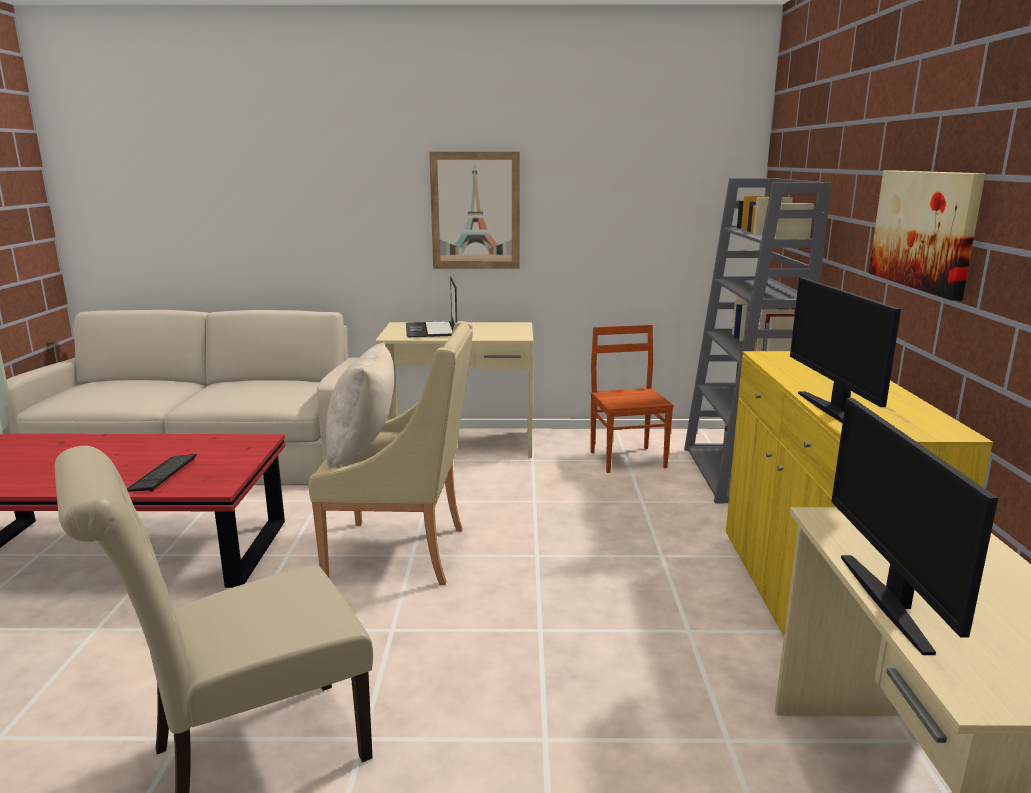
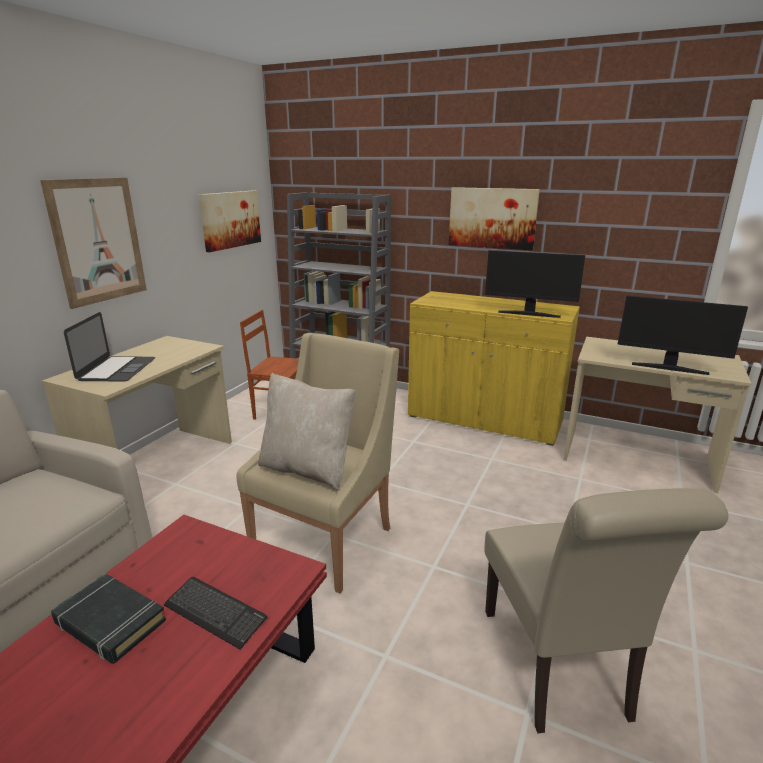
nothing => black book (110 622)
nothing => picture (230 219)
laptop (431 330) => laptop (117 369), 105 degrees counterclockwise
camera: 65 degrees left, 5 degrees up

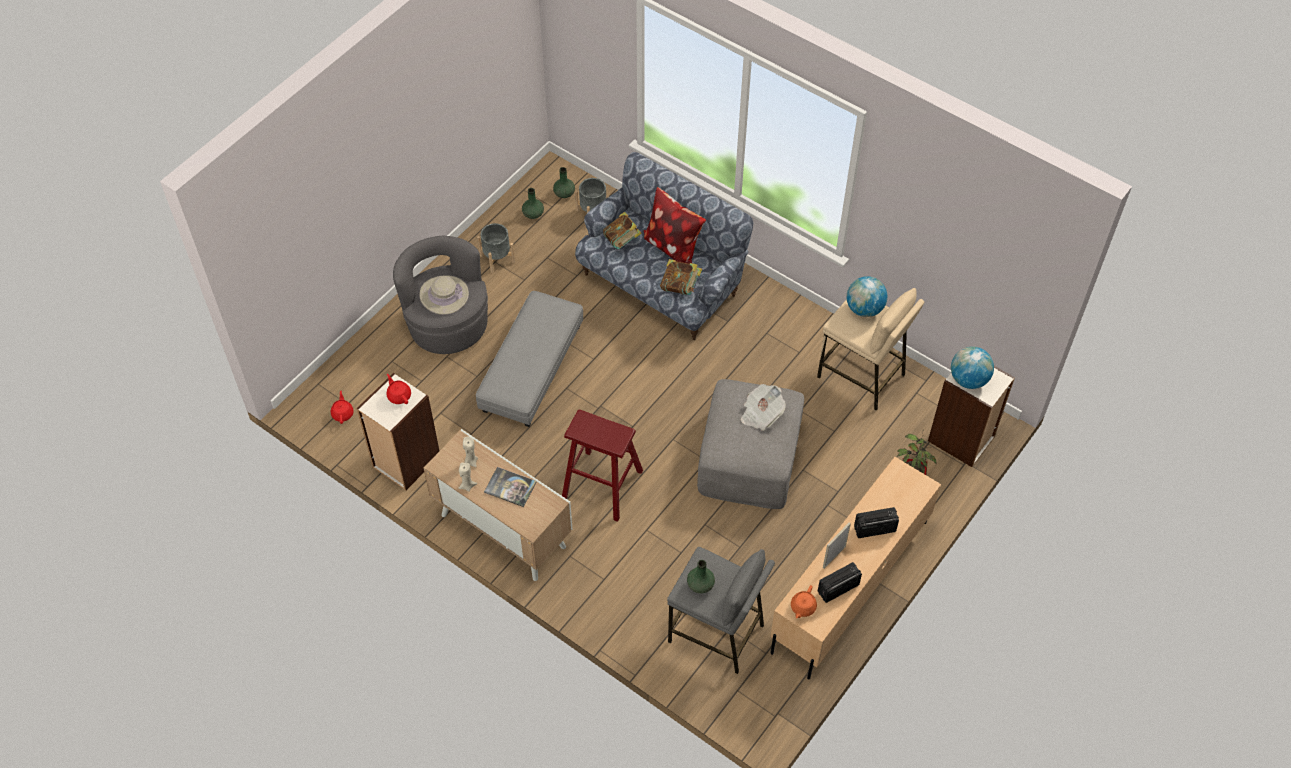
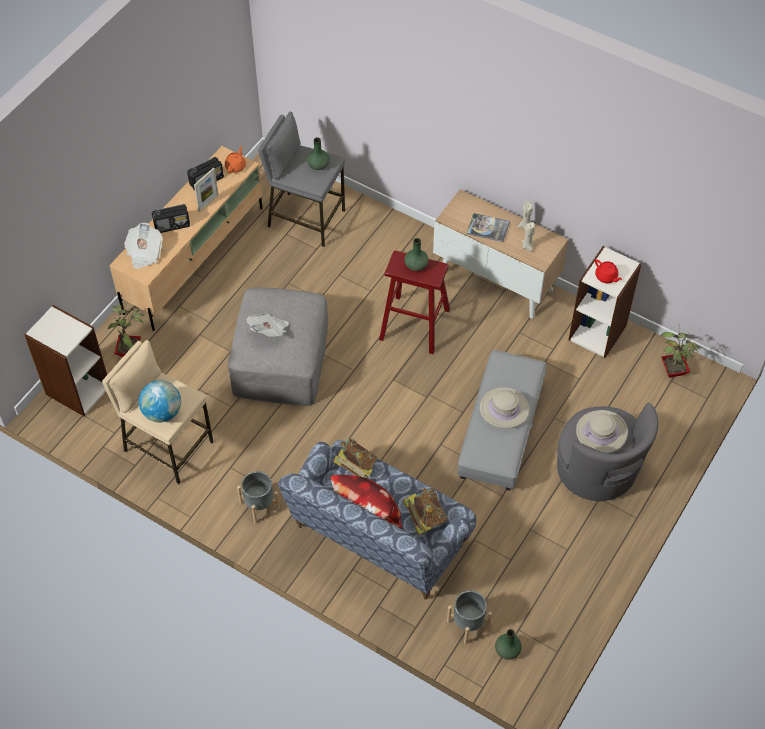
globe (968 379) => nothing
nothing => newspaper (144 253)
nothing => beige hat (504 409)
grey planter (497 258) => grey planter (259 505), relocated
green vase (533 214) => green vase (416 265), relocated
red teapot (343 413) => potted plant (672 371)
camera: 175 degrees right, 0 degrees up

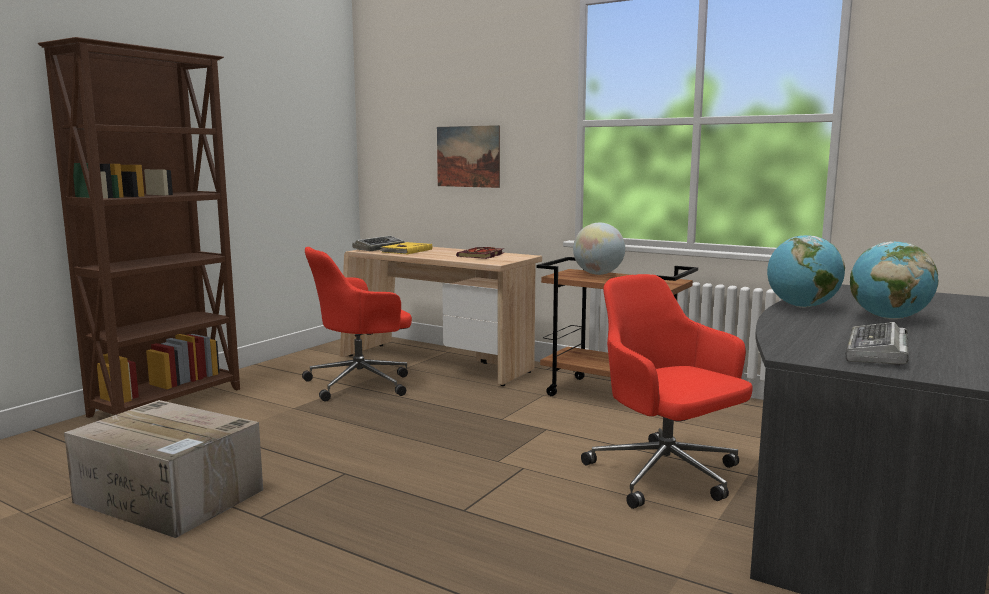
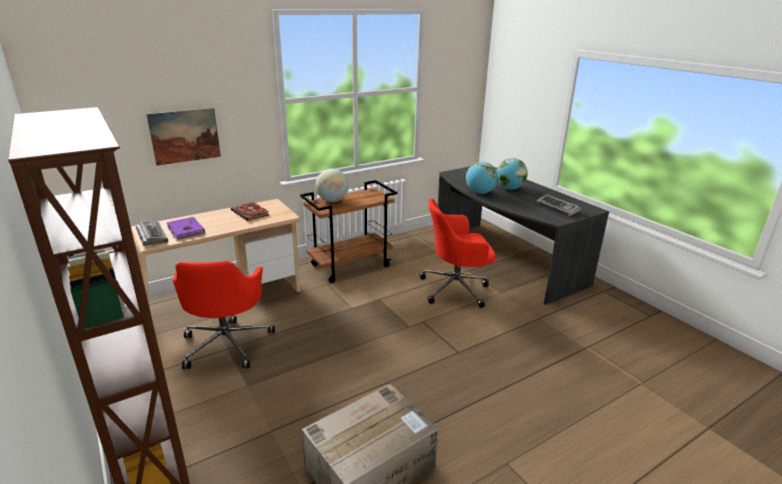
yellow book (406 251) => purple book (185 230)
camera: 65 degrees left, 15 degrees up

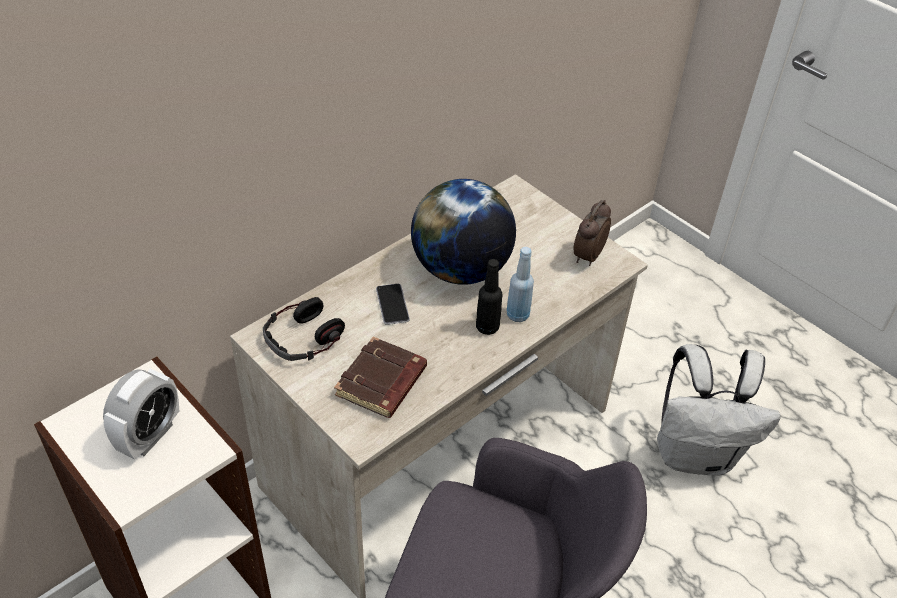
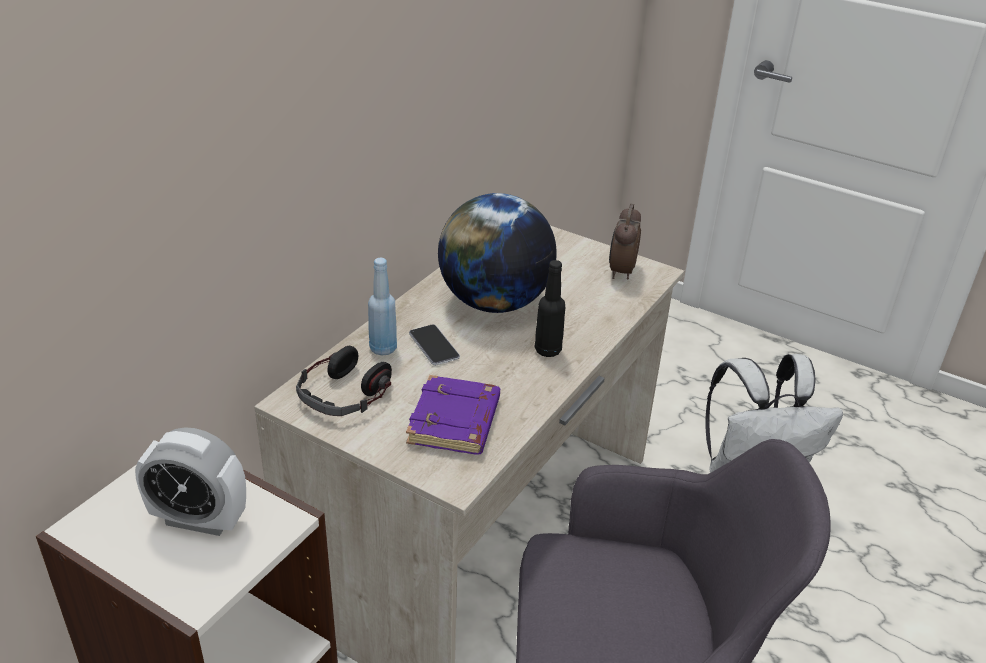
blue bottle (517 315) => blue bottle (383 348), relocated
brown book (382 383) => purple book (455 422)
alarm clock (149 436) => alarm clock (199 520), 90 degrees clockwise
camera: 15 degrees left, 10 degrees down

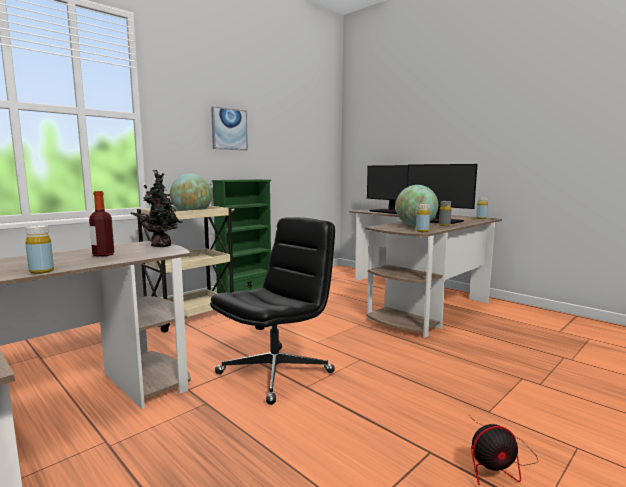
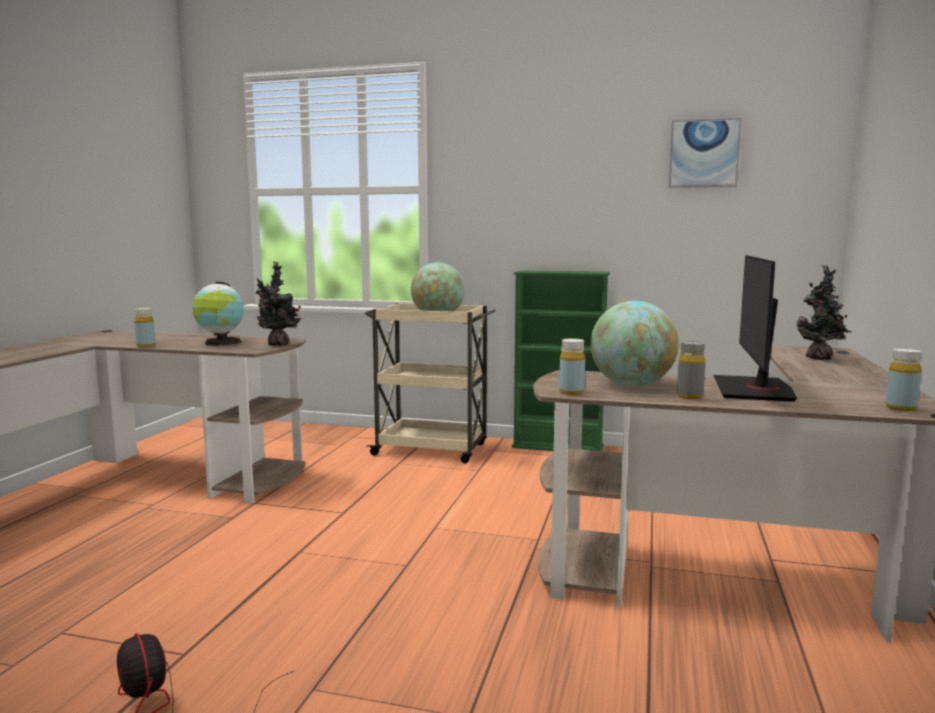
black office chair (276 372) => nothing
picture (229 129) => picture (704 153), relocated
bottle (103 254) => globe (221 343)
monitor (390 212) => potted plant (821 359)
camera: 60 degrees right, 0 degrees up

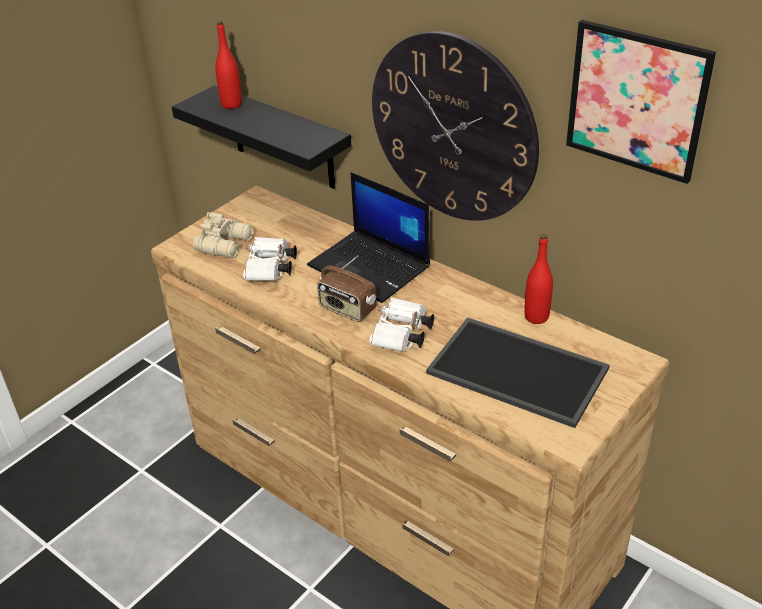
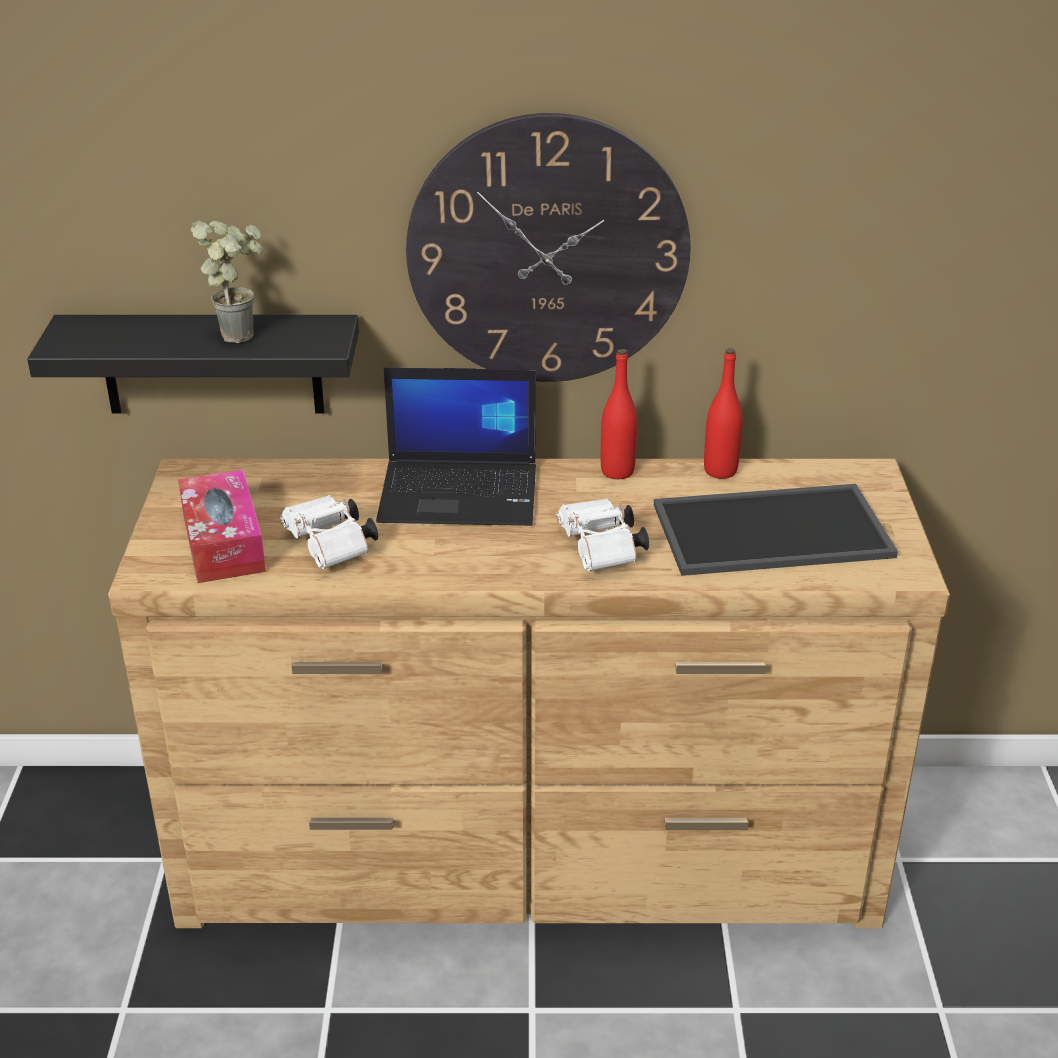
radio (347 309) => nothing
picture (636 101) => nothing
nothing => potted plant (241 332)
red bottle (231 104) => red bottle (617 471), relocated
beige binoculars (226 244) => tissue box (223 542)
camera: 40 degrees left, 5 degrees down

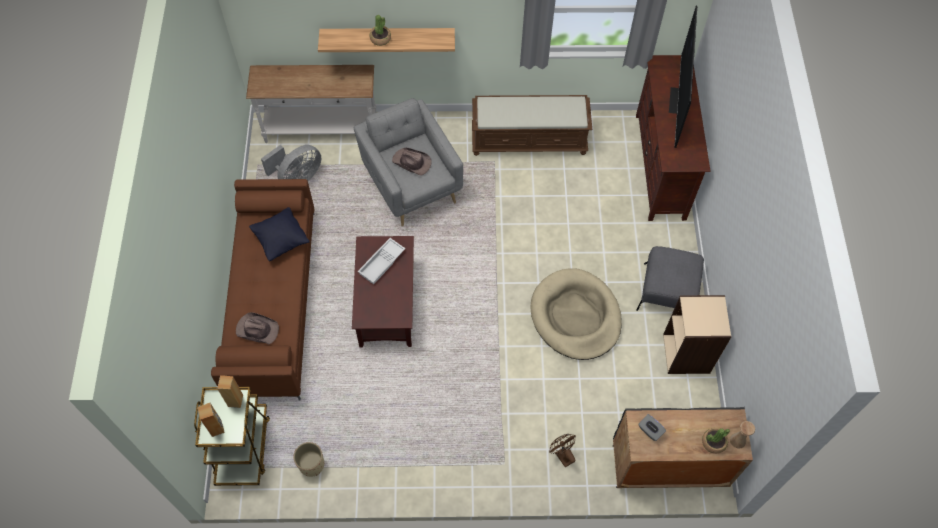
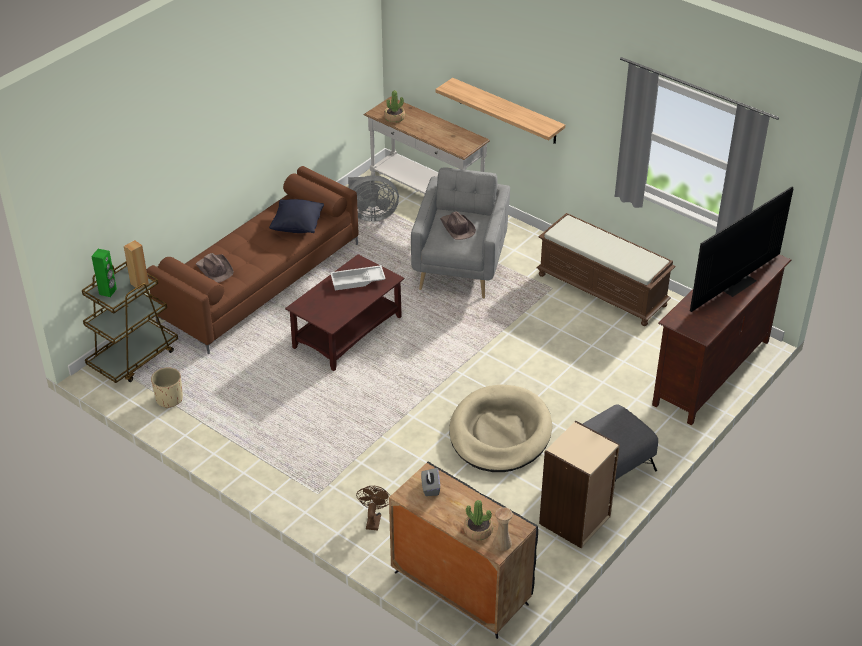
potted plant (380 38) => potted plant (394 118), relocated
brown speaker (217 428) => green speaker (108 291)
camera: 40 degrees right, 20 degrees down

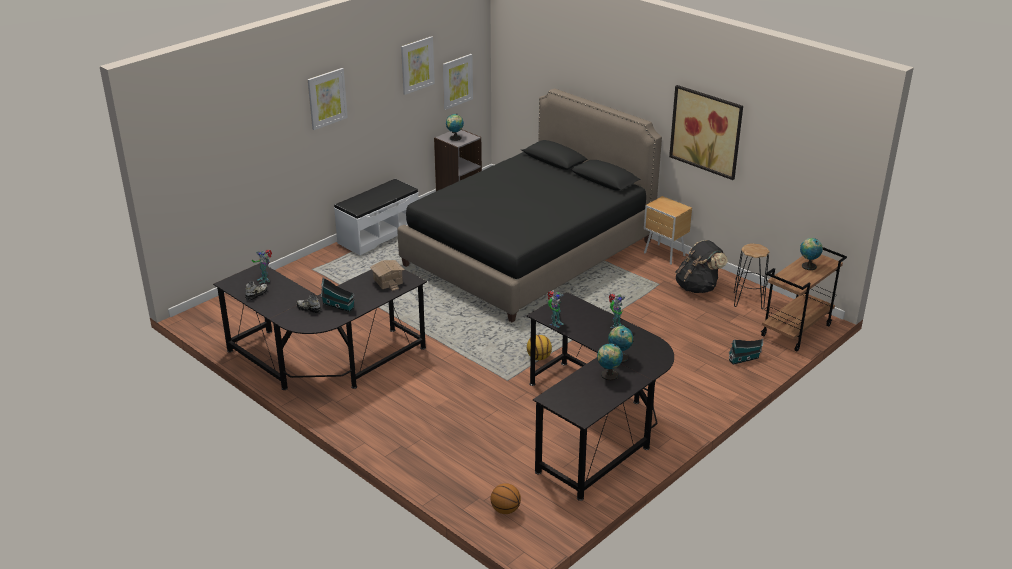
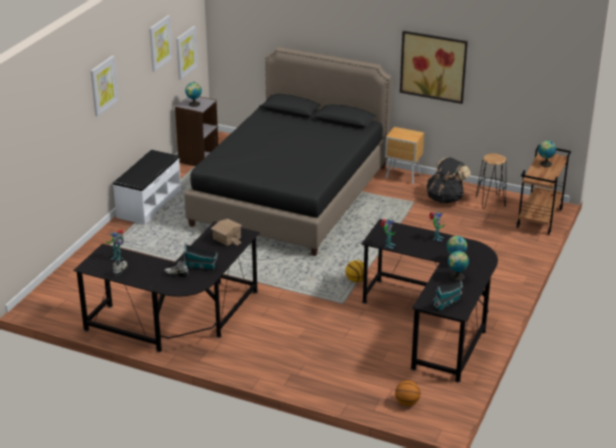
toy house (745 359) => toy house (447 303), relocated
camera: 20 degrees left, 0 degrees up

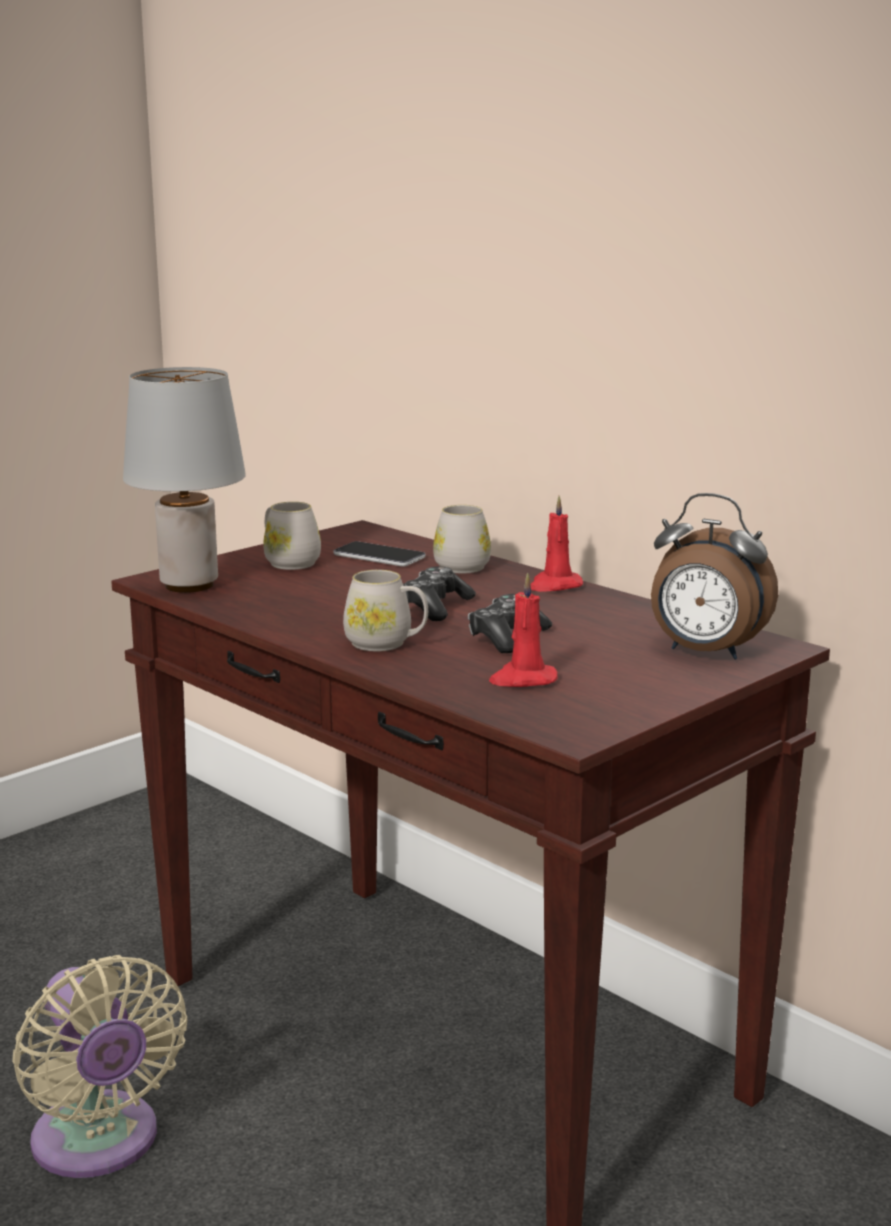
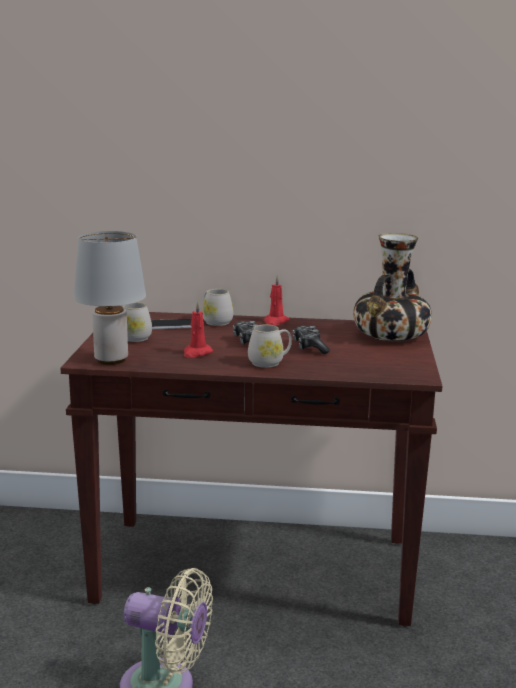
red candle (522 680) => red candle (196 353), relocated
alarm clock (705 653) => vase (391 335)
camera: 40 degrees left, 0 degrees up

